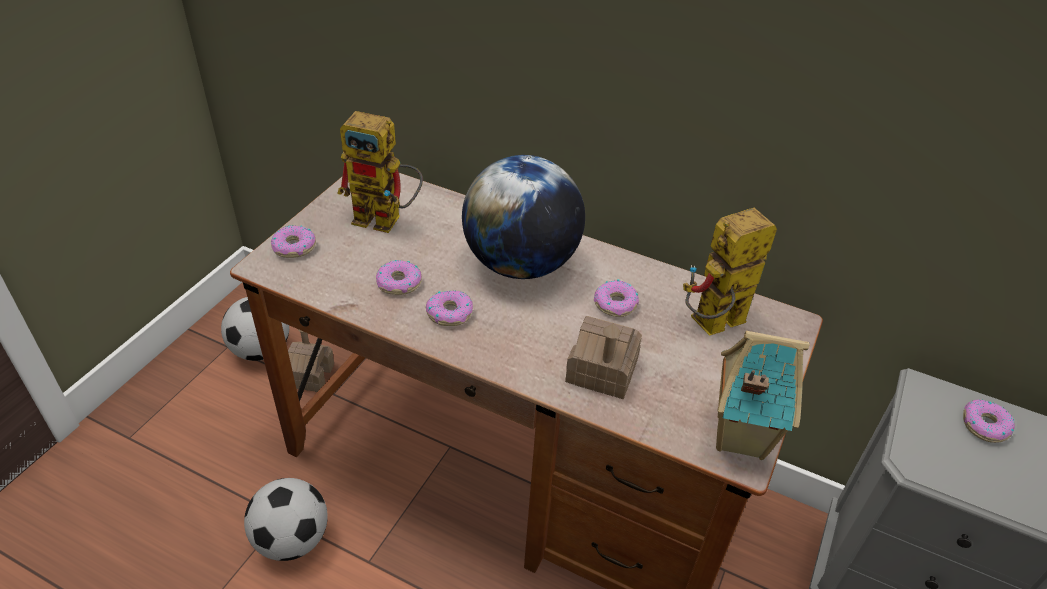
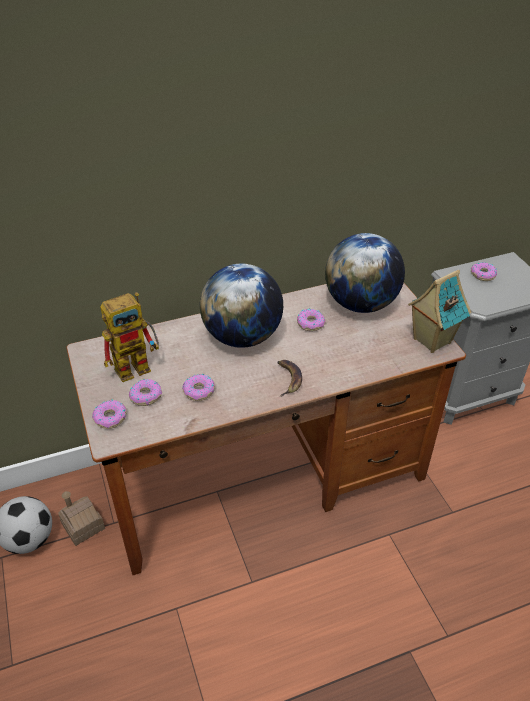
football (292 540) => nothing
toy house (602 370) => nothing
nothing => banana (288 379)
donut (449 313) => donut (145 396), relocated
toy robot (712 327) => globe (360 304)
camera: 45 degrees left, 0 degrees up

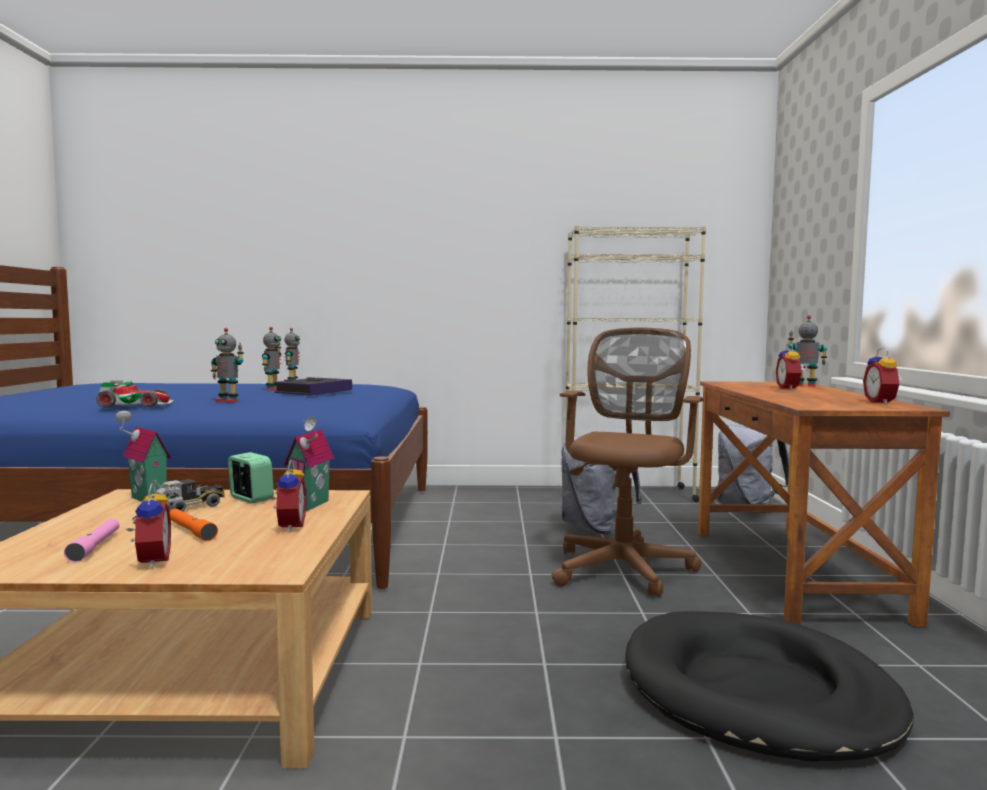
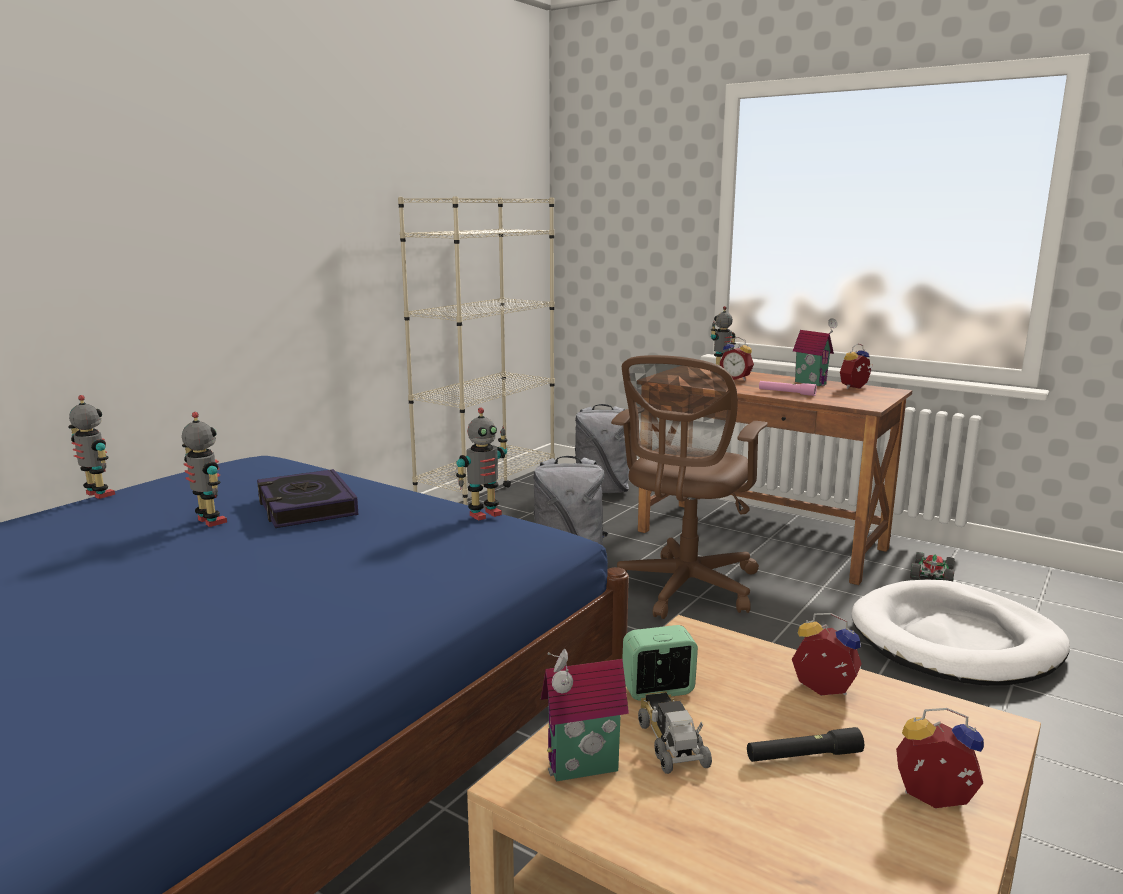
pink flashlight (95 547) => pink flashlight (786 393), relocated
toy car (136 405) => toy car (931 574), relocated
toy robot (227 401) => toy robot (484 514), relocated
toy house (312 505) => toy house (812 383), relocated
orange flashlight (191 531) => black flashlight (803 756)
black dog bed (757 693) => white dog bed (955 640)
brown office chair (624 567) => brown office chair (684 590), 120 degrees counterclockwise
alarm clock (882 402) => alarm clock (856 388), 105 degrees clockwise
camera: 55 degrees left, 10 degrees up

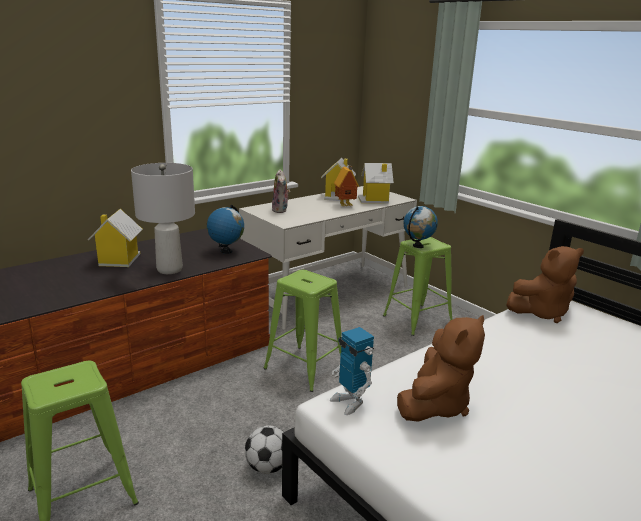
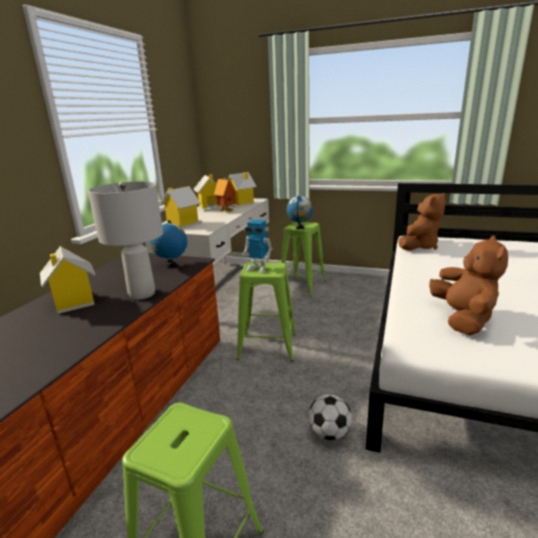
toy robot (350 402) => toy robot (258 268), relocated
plush toy (281 210) => toy house (183 224)
camera: 30 degrees left, 0 degrees up

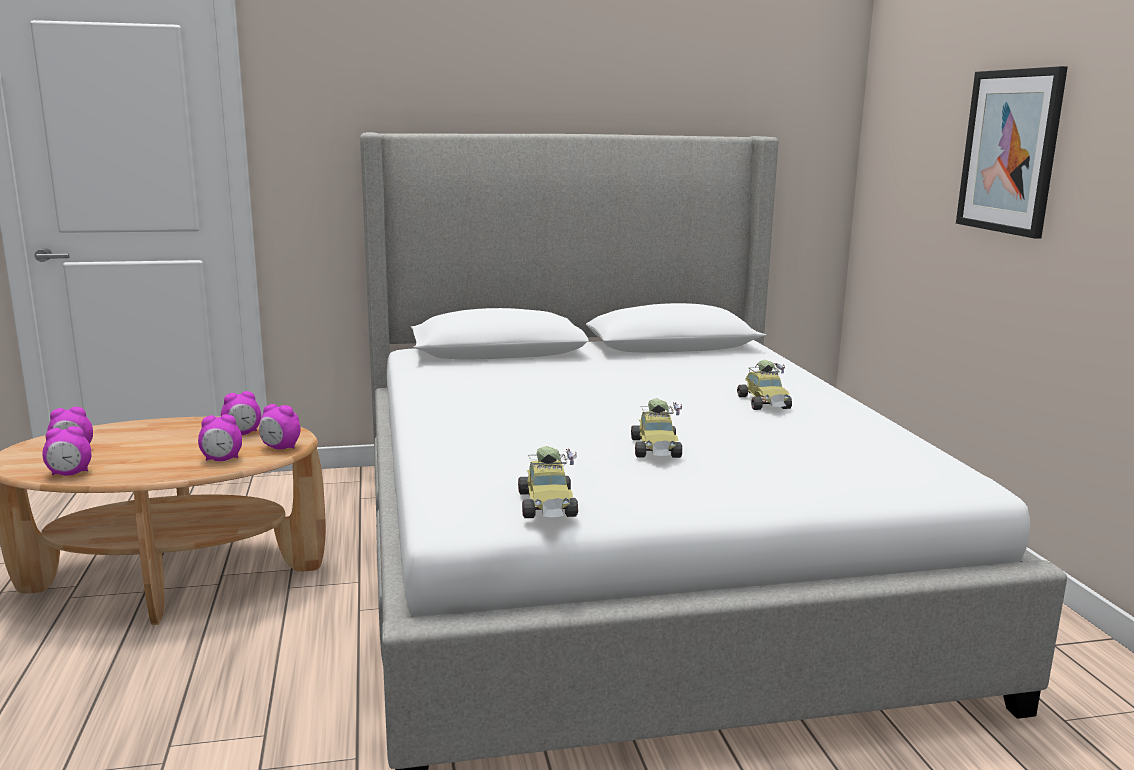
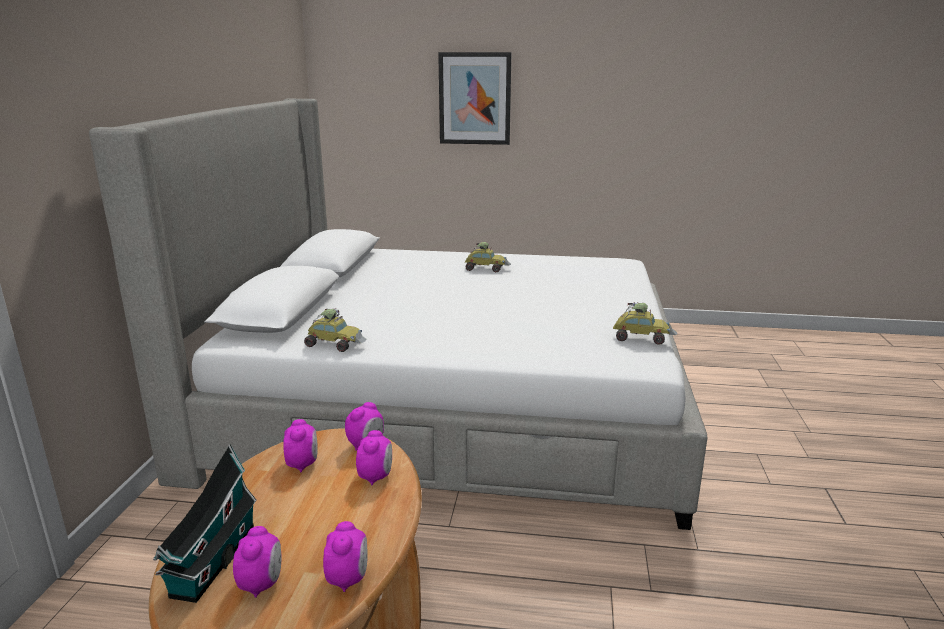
nothing => toy house (211 563)
toy car (657 449) => toy car (335 343), relocated
camera: 70 degrees left, 5 degrees up

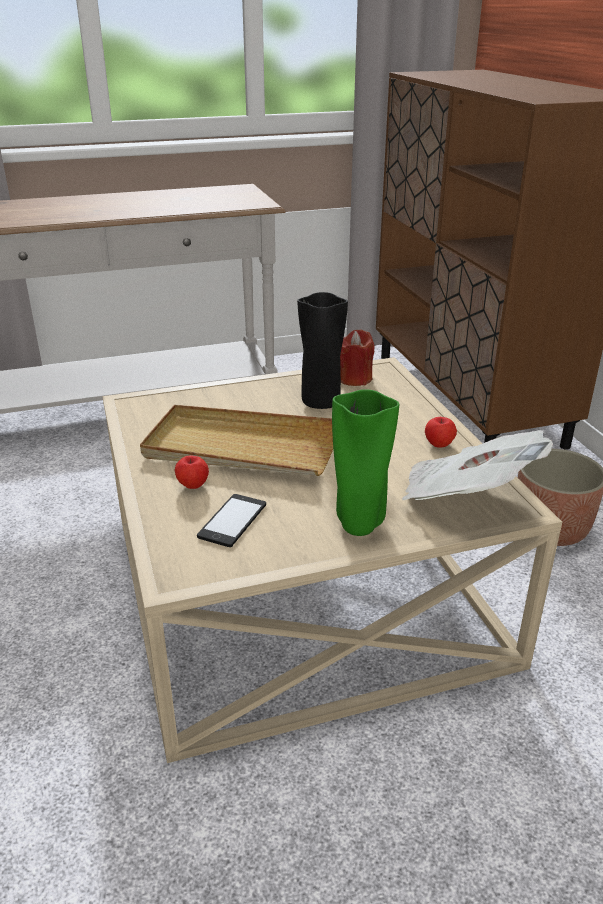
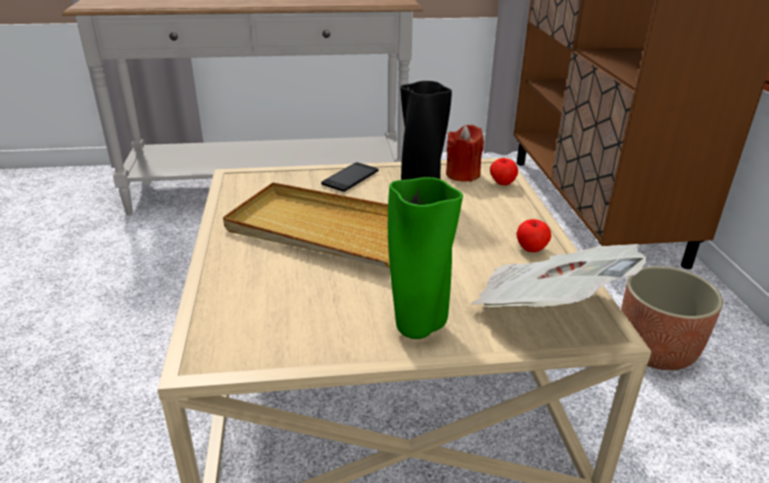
apple (192 485) => apple (502 183), relocated
phone (232 521) => phone (350 177), relocated
camera: 10 degrees right, 0 degrees up

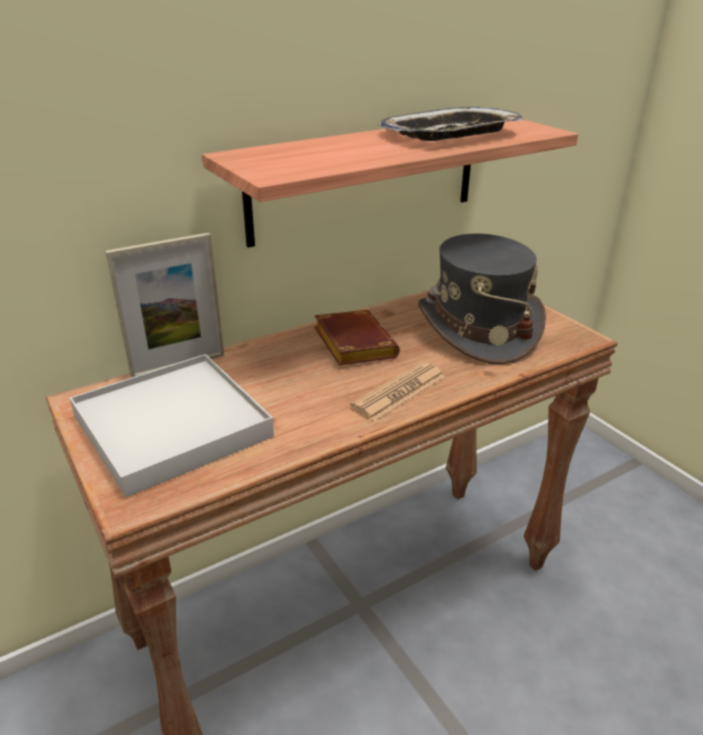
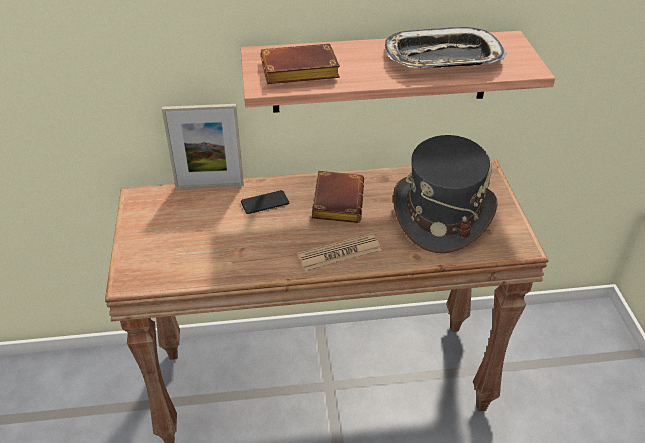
white tray (172 426) => nothing
nothing => phone (265 203)
nothing => brown book (297 72)
camera: 25 degrees right, 10 degrees up

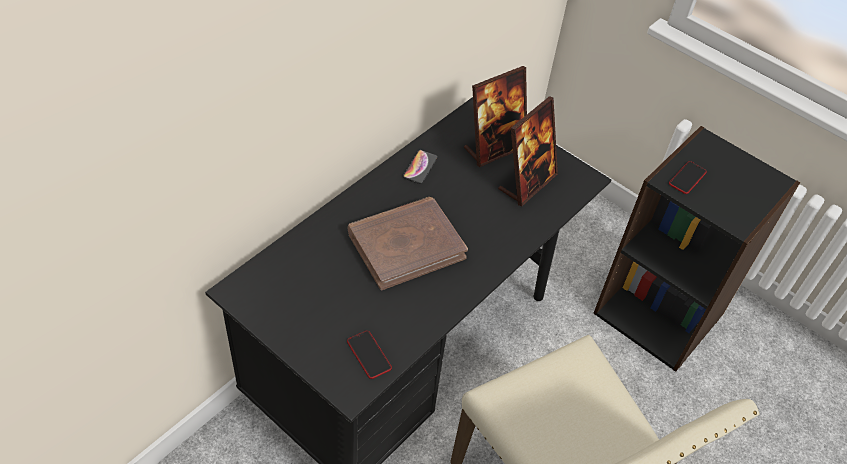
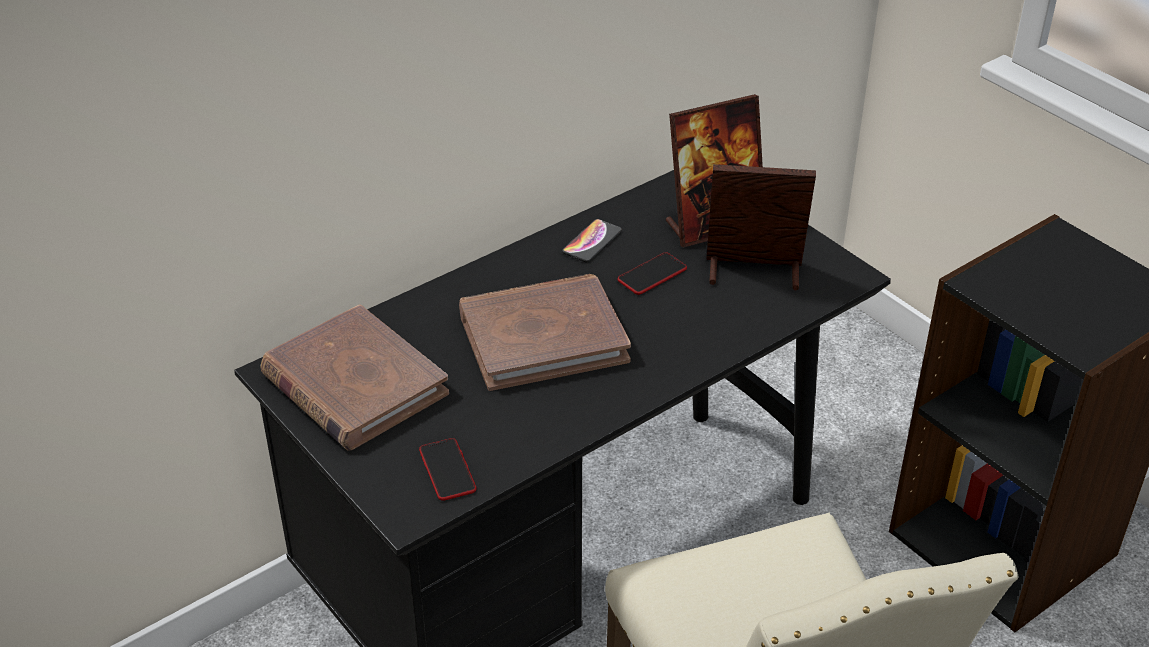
nothing => brown book (354 384)
phone (687 178) => phone (652 275), relocated
picture frame (527 182) => picture frame (753 273), 135 degrees counterclockwise
camera: 15 degrees right, 10 degrees down

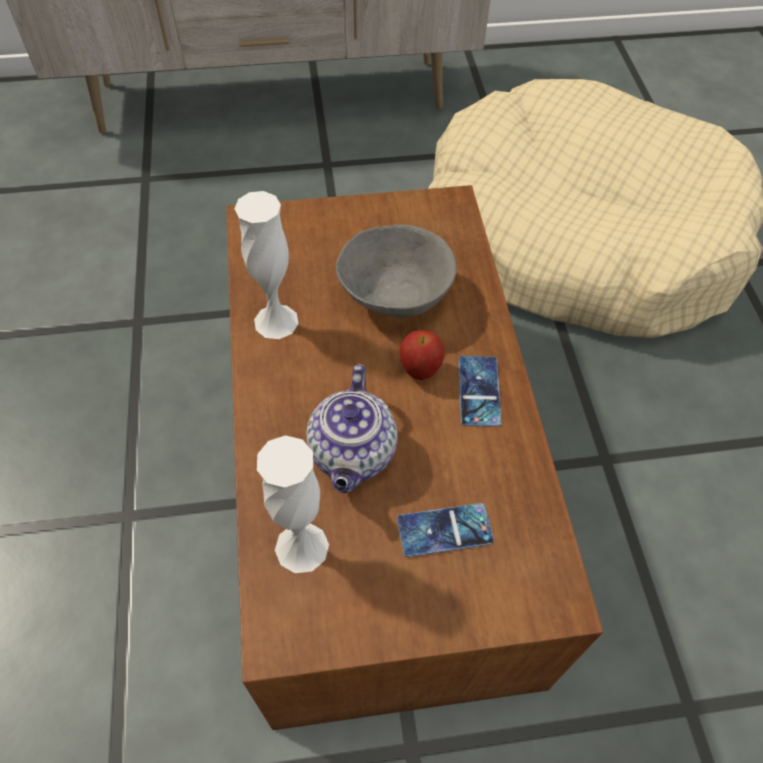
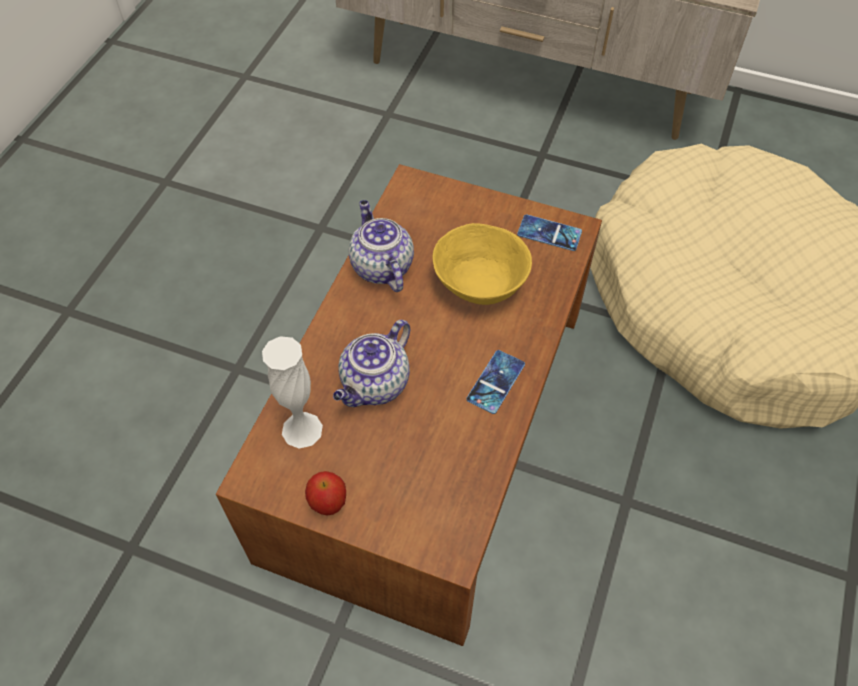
phone (444 530) => phone (549 233), relocated
apple (420 371) => apple (328 504), relocated
white vase (276 321) => teapot (381 266)
grey bowl (396 295) => yellow bowl (481 284)
camera: 30 degrees right, 0 degrees up

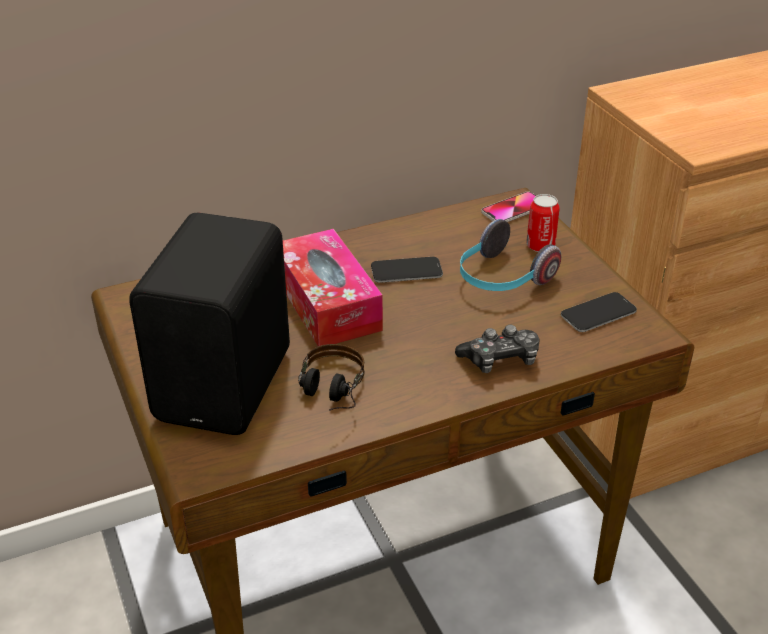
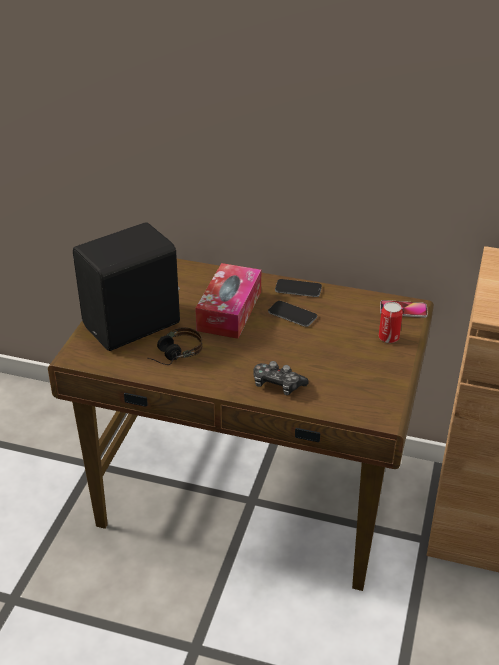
headphones (501 279) => nothing
phone (598 314) => phone (298 289), relocated
camera: 40 degrees right, 0 degrees up

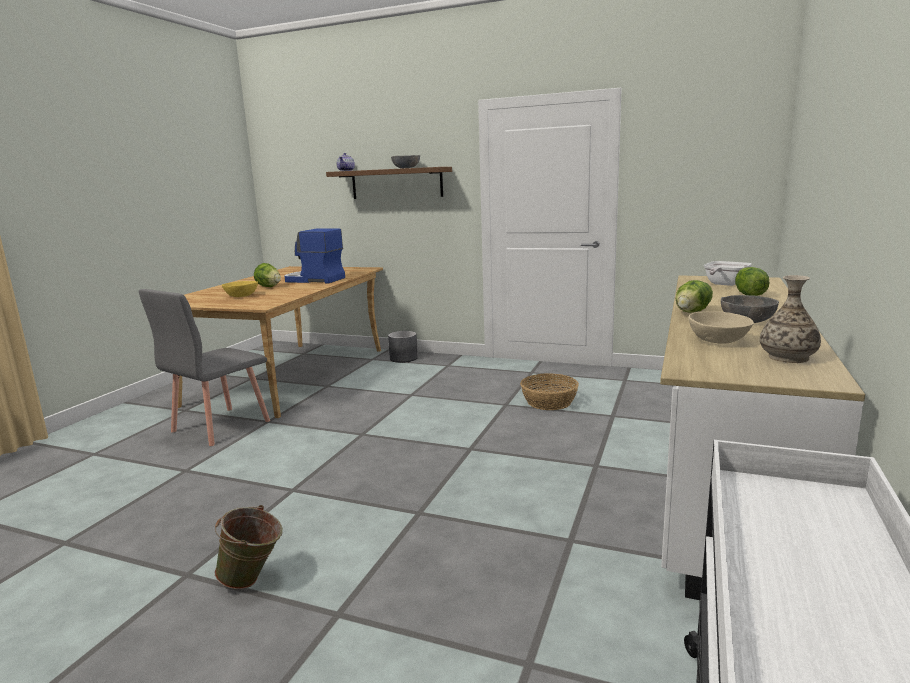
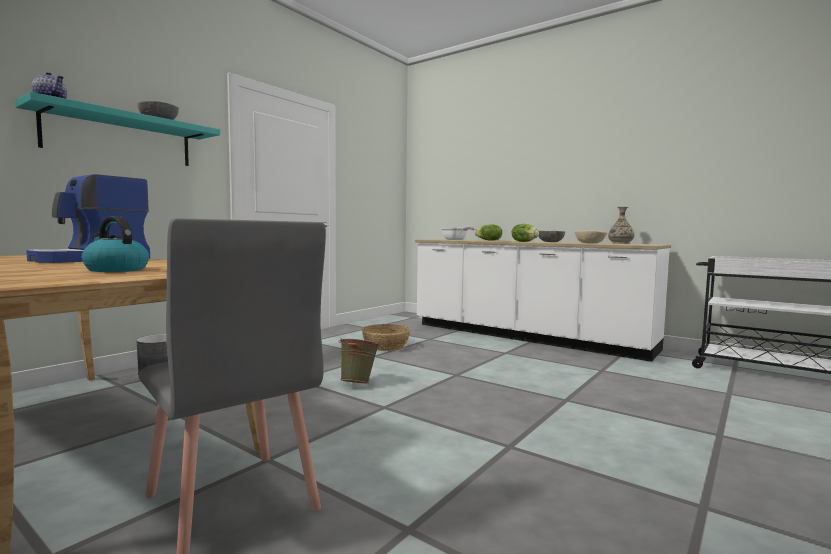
lettuce (269 287) => nothing
green bucket (253 580) => green bucket (358 383), relocated
yellow bowl (241 296) => kettle (115 270)
brown shelf (396 183) => turquoise shelf (120 138)
camera: 75 degrees left, 10 degrees down

